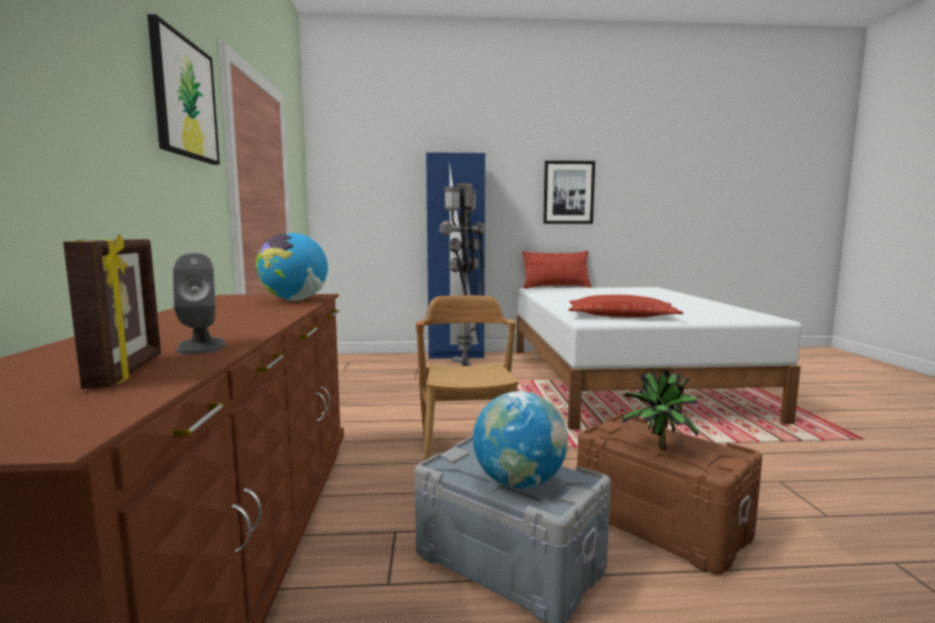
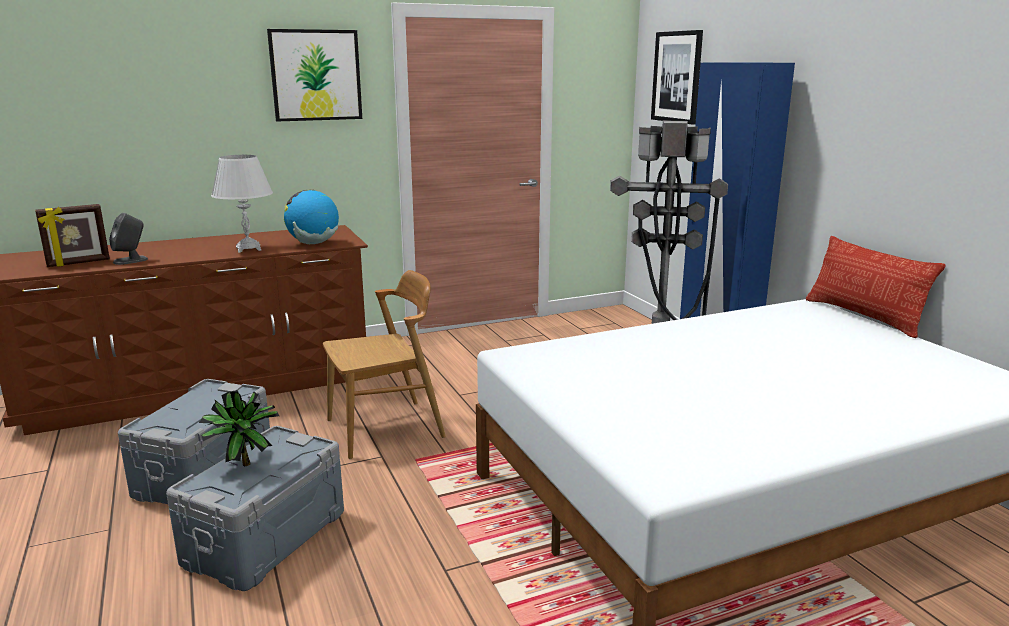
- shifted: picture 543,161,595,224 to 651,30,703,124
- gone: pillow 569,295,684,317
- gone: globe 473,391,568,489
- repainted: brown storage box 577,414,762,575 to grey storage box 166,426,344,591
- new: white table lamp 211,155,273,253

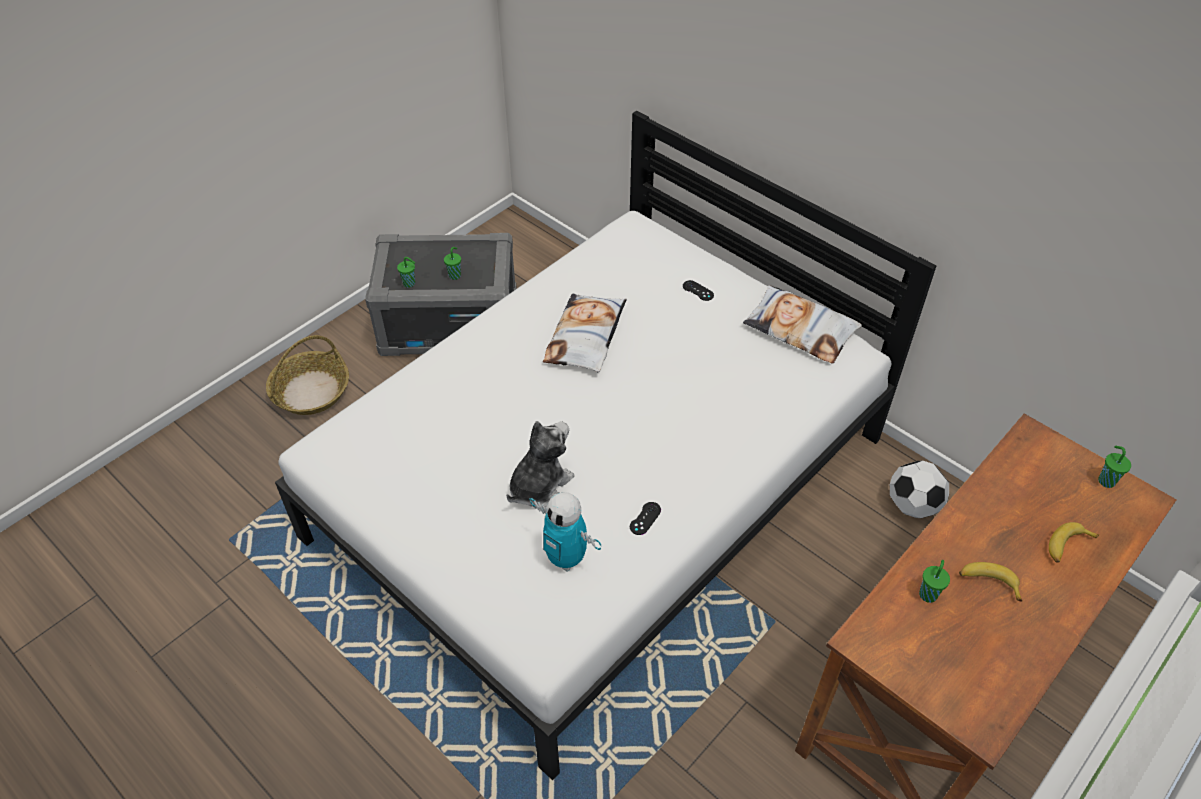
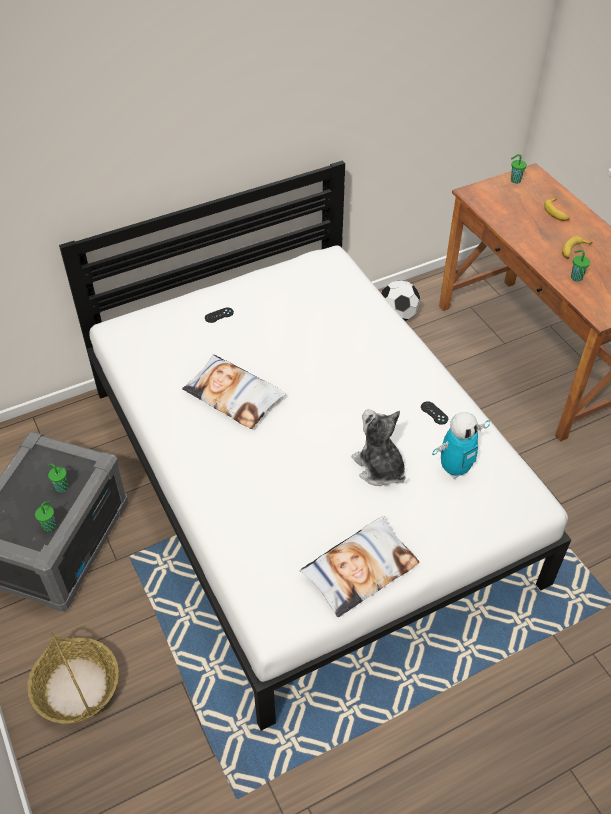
- shifted: pillow 743,285,862,364 to 300,516,420,617

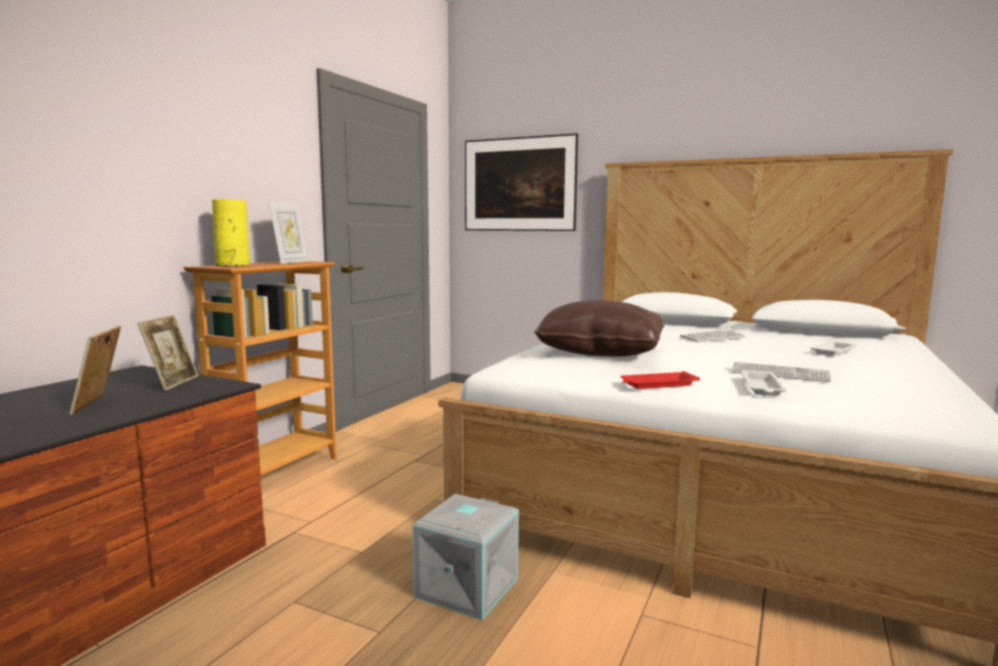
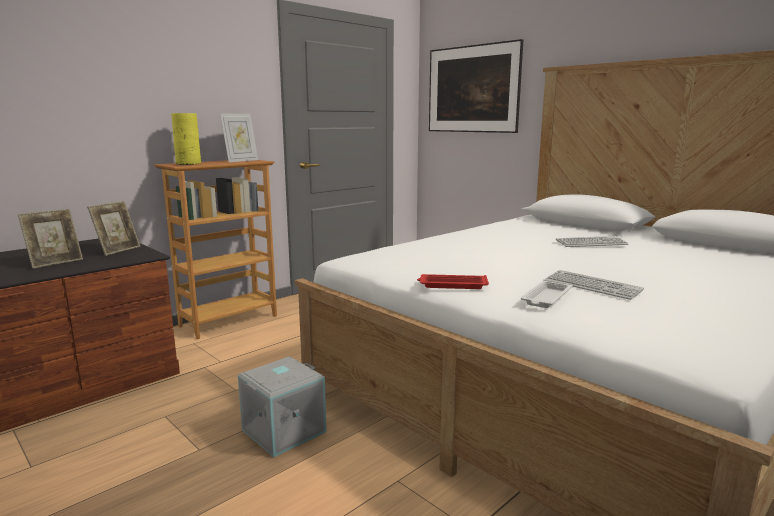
- gone: brown pillow 534,300,664,357
- rotated: picture frame 69,325,121,415 = 18,209,83,269 150 degrees counterclockwise
- gone: white tray 811,342,857,356

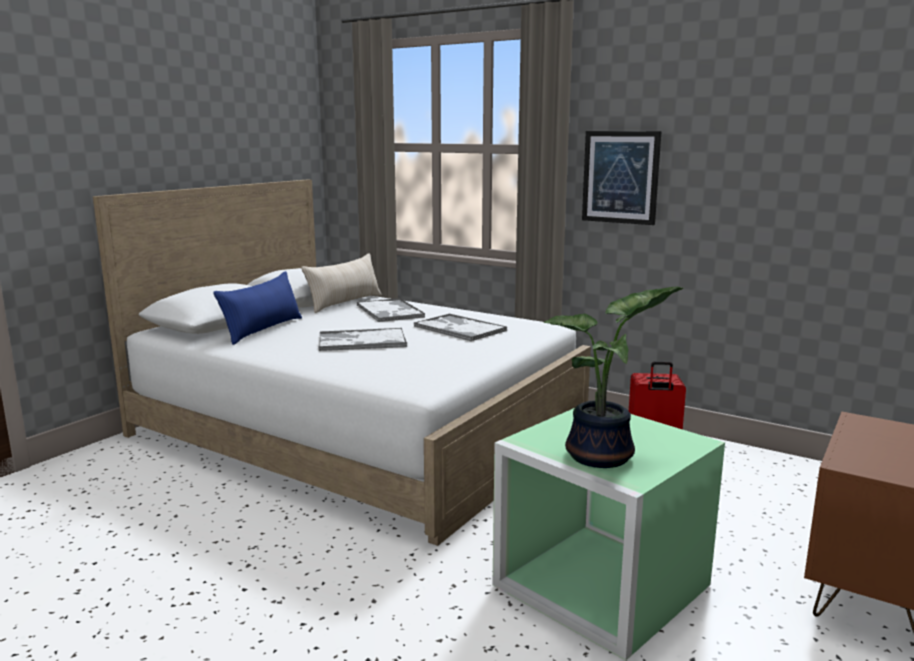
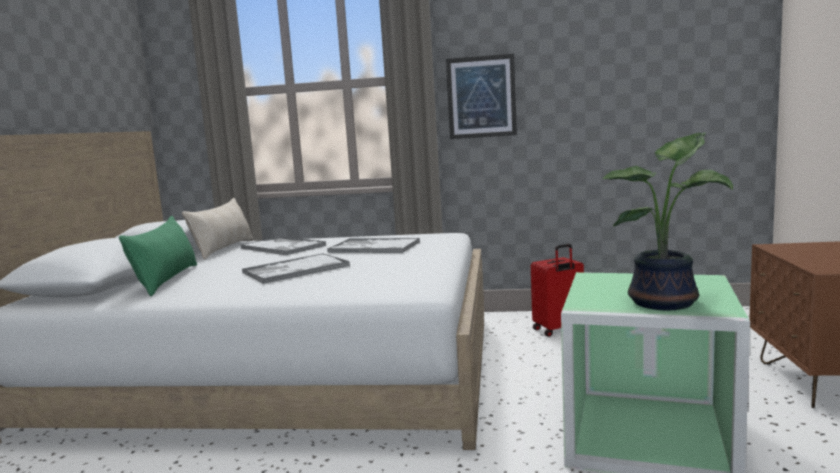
- repainted: blue pillow 213,271,302,345 to green pillow 119,216,197,296

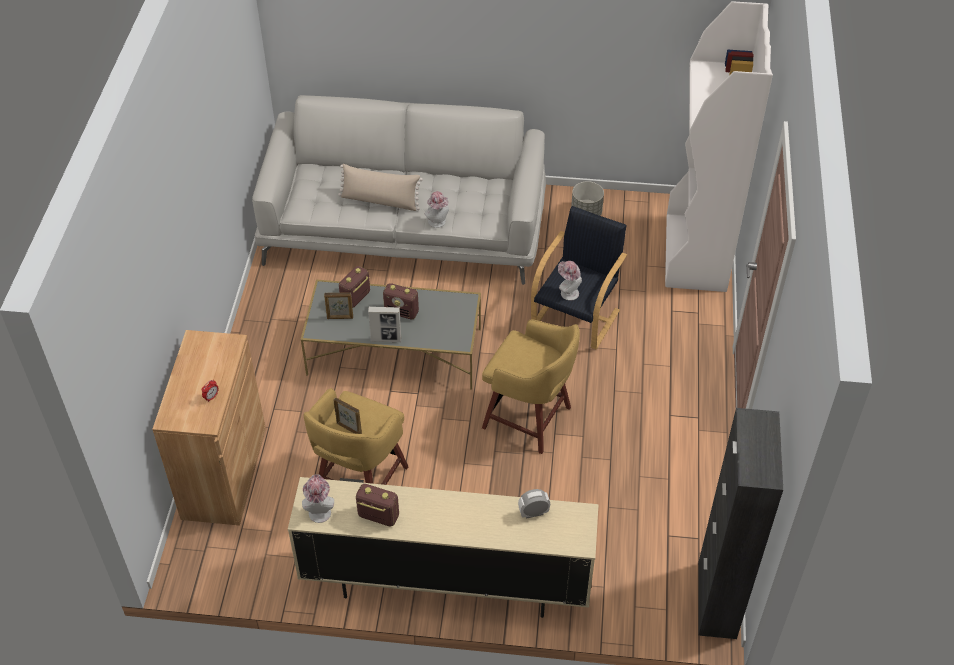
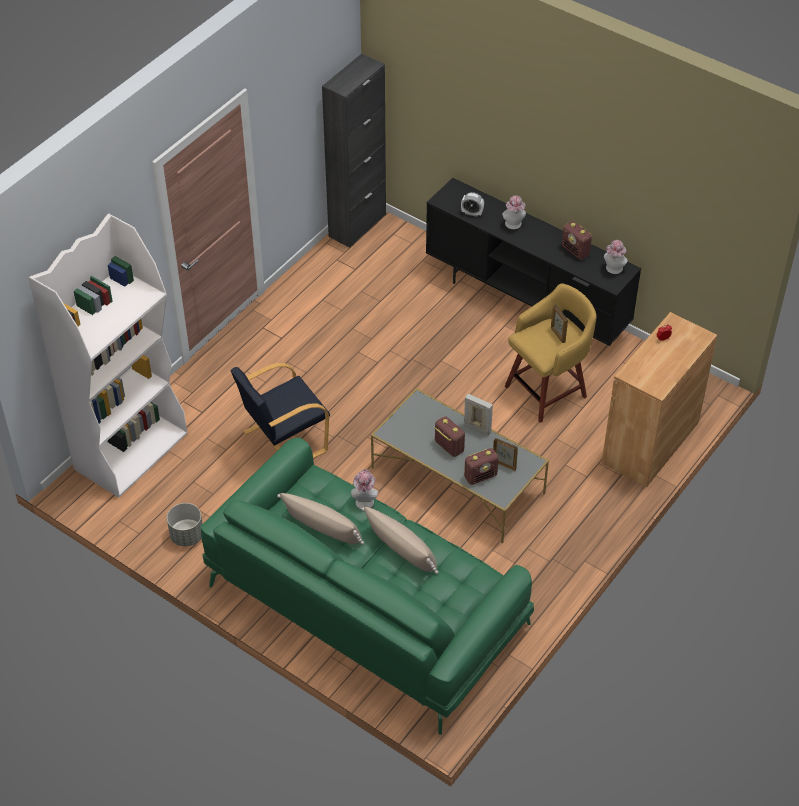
- repainted: white sofa 252,95,546,285 to green sofa 200,437,534,735
- shifted: hat 558,261,582,300 to 502,195,526,229
- gone: yellow stool 482,319,580,454
- repainted: beige tv stand 288,477,599,618 to black tv stand 426,178,641,346
- new: beige pillow 277,493,364,545

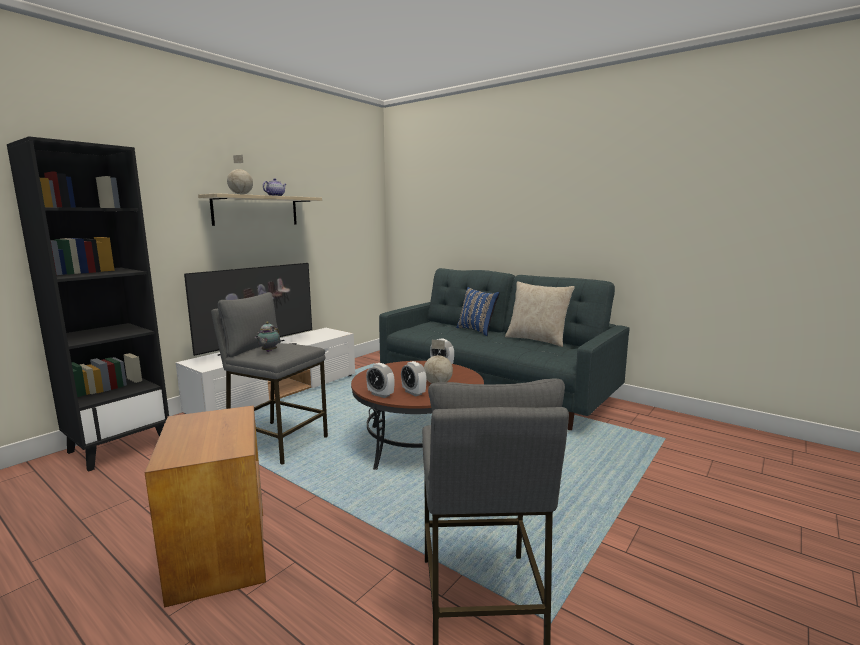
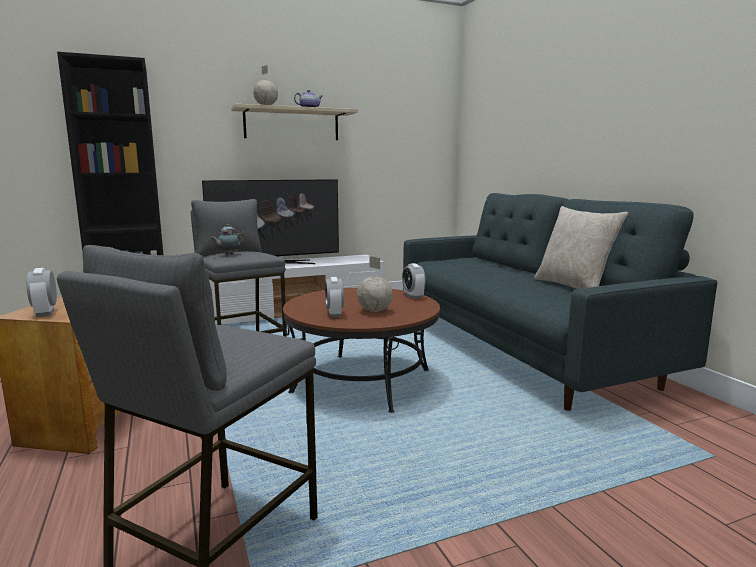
- gone: blue pillow 456,287,499,336
- shifted: alarm clock 366,363,395,398 to 26,268,57,317

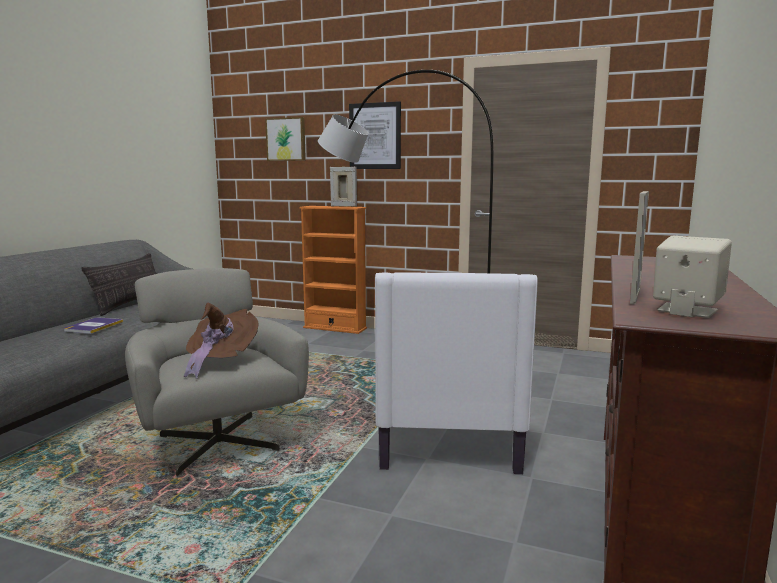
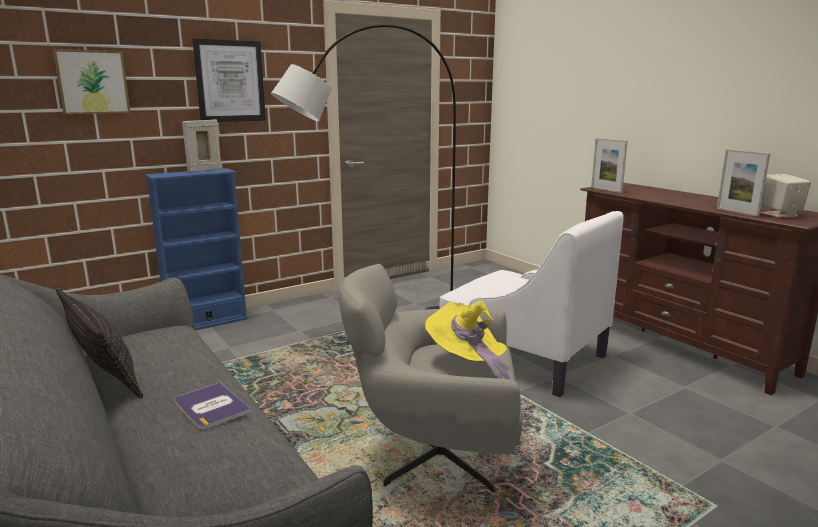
- repainted: orange bookcase 299,206,367,334 to blue bookcase 145,168,249,331
- repainted: brown hat 184,303,259,379 to yellow hat 425,301,510,380
- new: picture frame 591,138,628,193

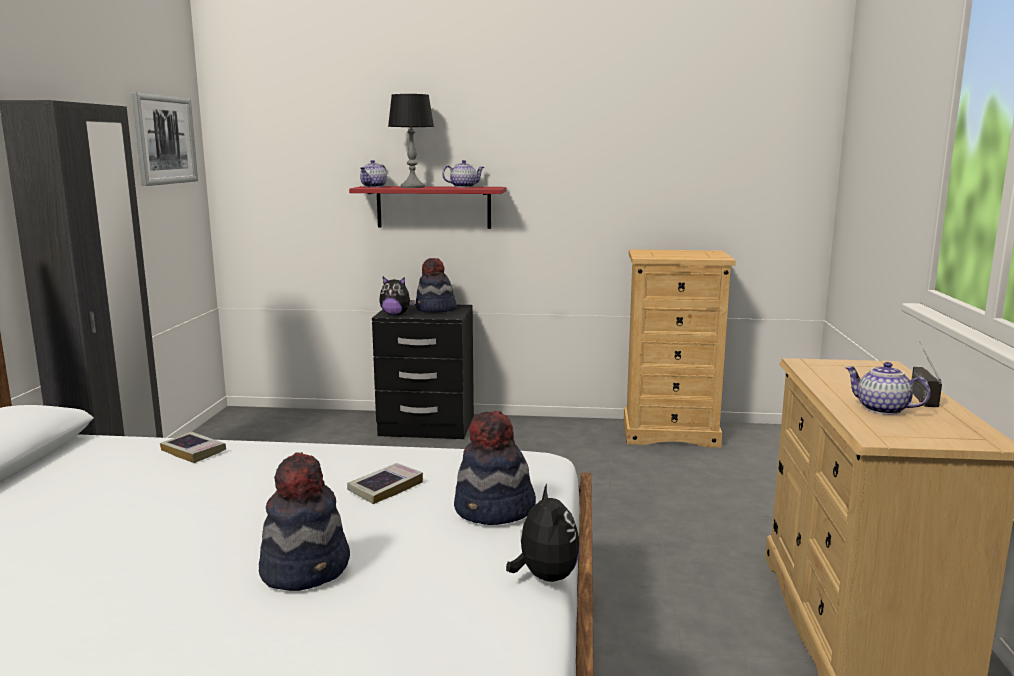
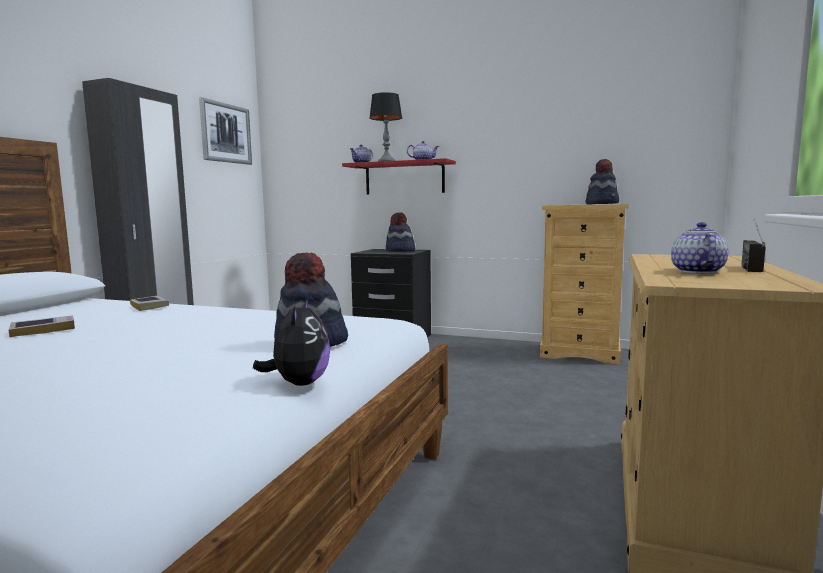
- gone: plush toy 379,277,415,315
- rotated: teapot 845,362,931,415 = 671,222,729,274 45 degrees clockwise
- shifted: hat 259,452,350,591 to 586,159,619,204
- shifted: book 347,463,423,504 to 9,315,75,337

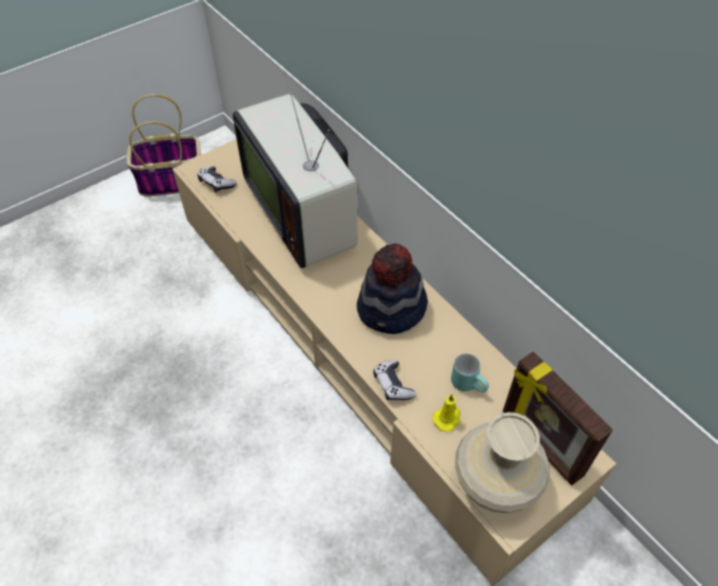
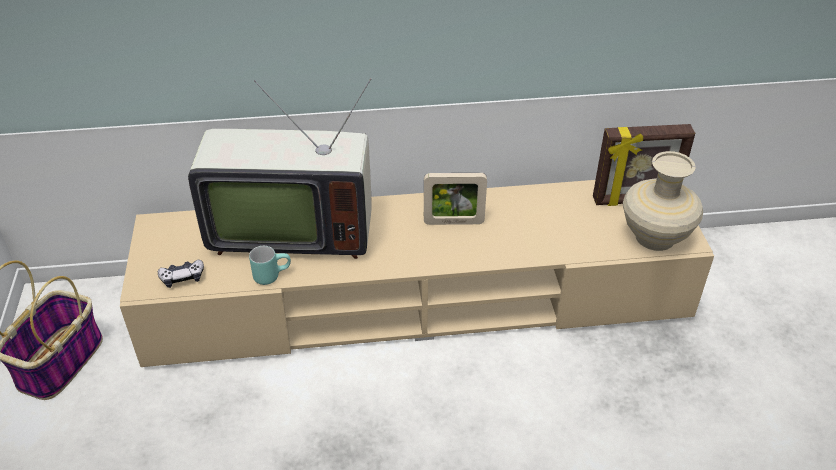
- swapped: hat 357,243,428,334 to picture frame 424,173,487,225
- shifted: turquoise mug 451,353,489,392 to 249,246,291,285
- gone: game controller 373,360,416,400
- gone: yellow candle 433,394,461,432

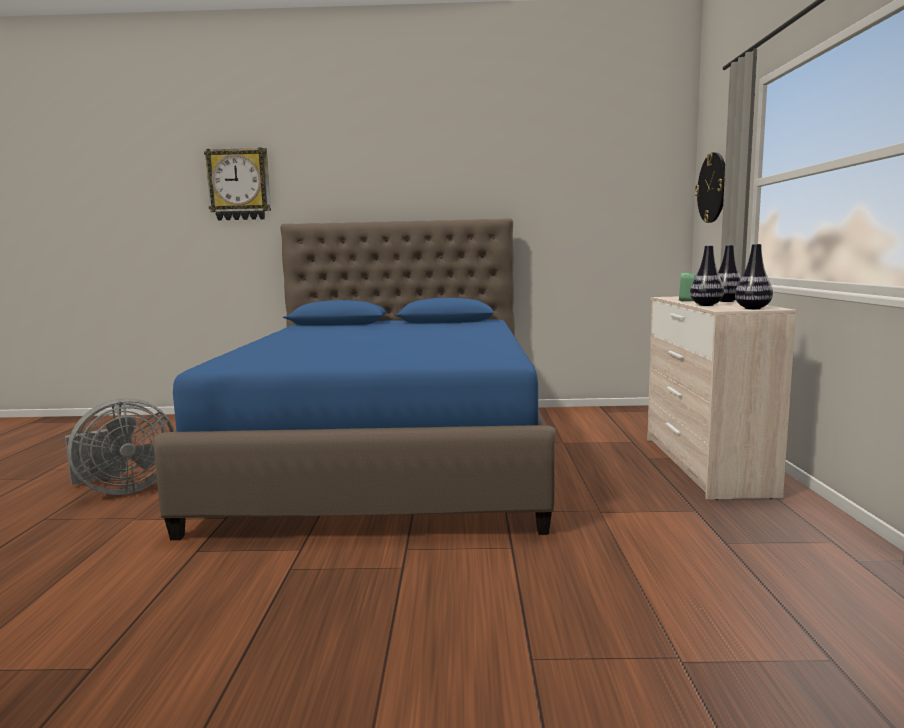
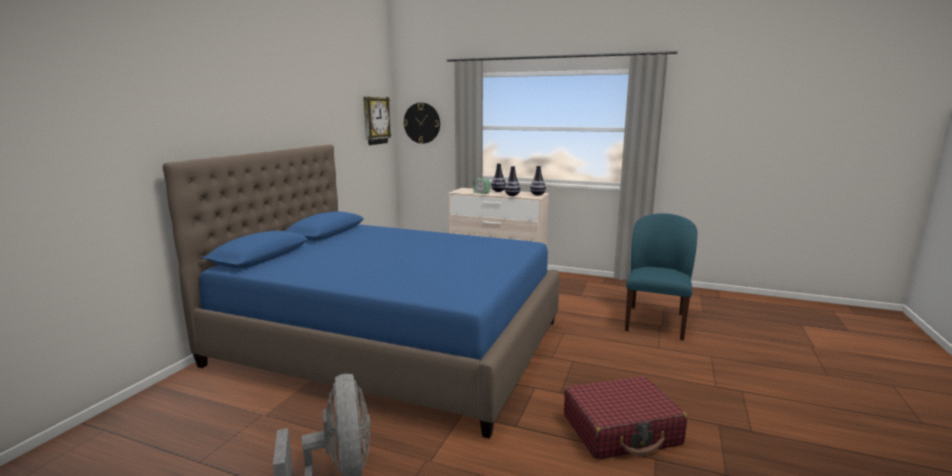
- shifted: wall clock 204,147,271,220 to 363,97,391,145
- new: blue chair 625,213,697,340
- new: red suitcase 564,376,687,459

